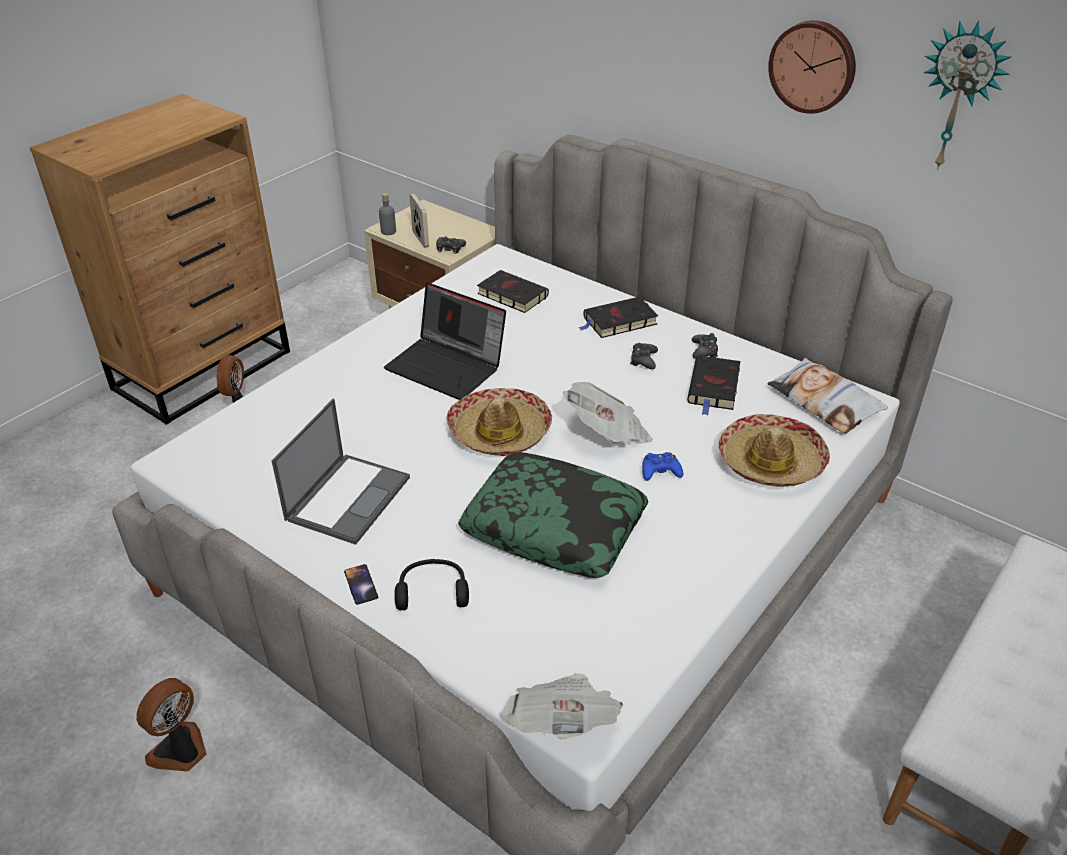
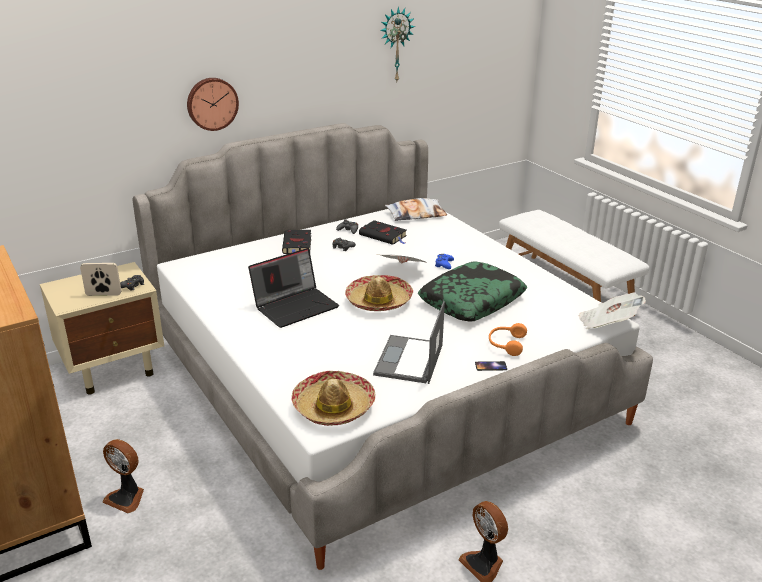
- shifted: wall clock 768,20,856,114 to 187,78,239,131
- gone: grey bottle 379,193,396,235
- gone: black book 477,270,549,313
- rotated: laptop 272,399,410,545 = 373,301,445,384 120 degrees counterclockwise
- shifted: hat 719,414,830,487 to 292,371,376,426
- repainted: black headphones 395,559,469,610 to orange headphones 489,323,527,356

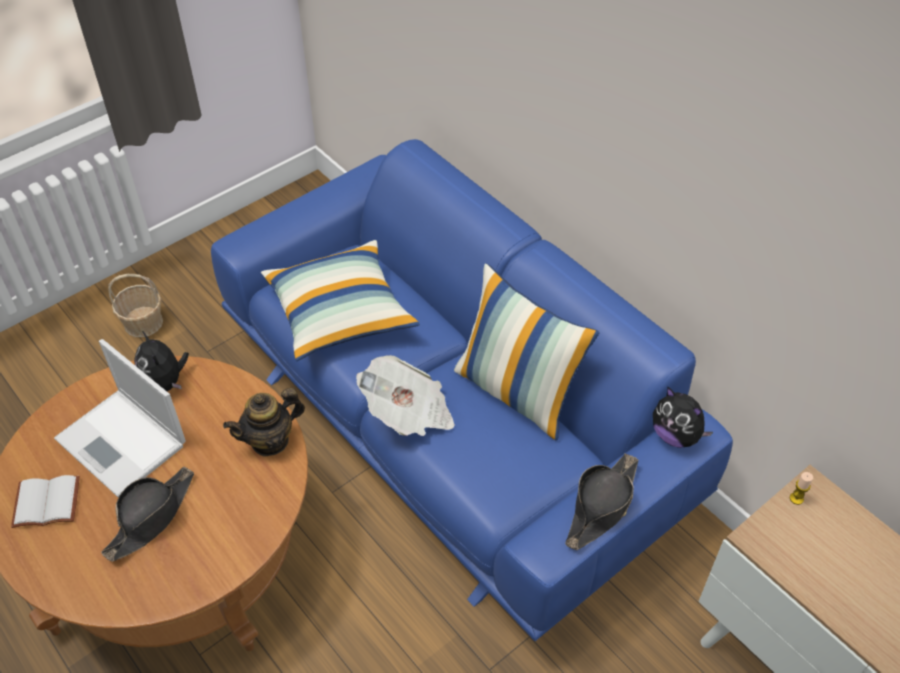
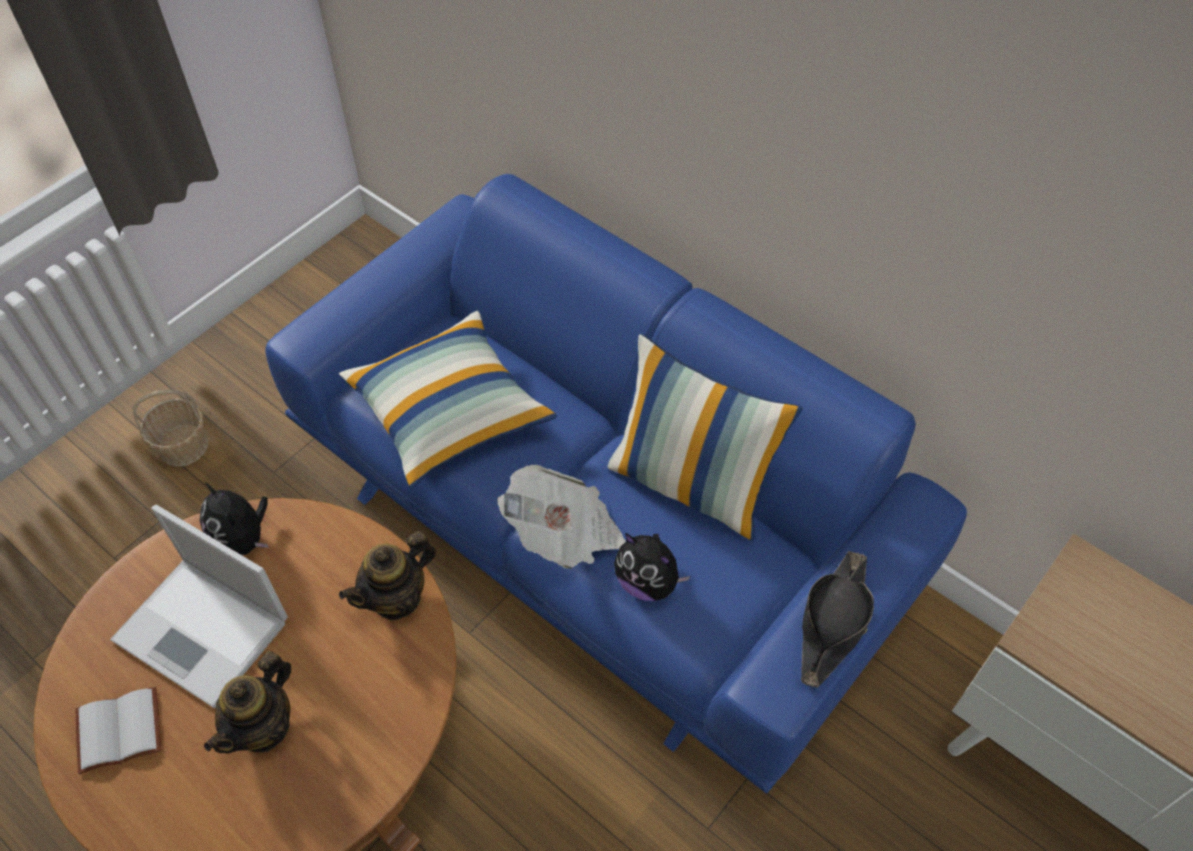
- shifted: plush toy 653,387,713,448 to 614,533,690,601
- swapped: black hat 101,467,194,562 to teapot 204,651,291,754
- gone: candle 790,472,813,505

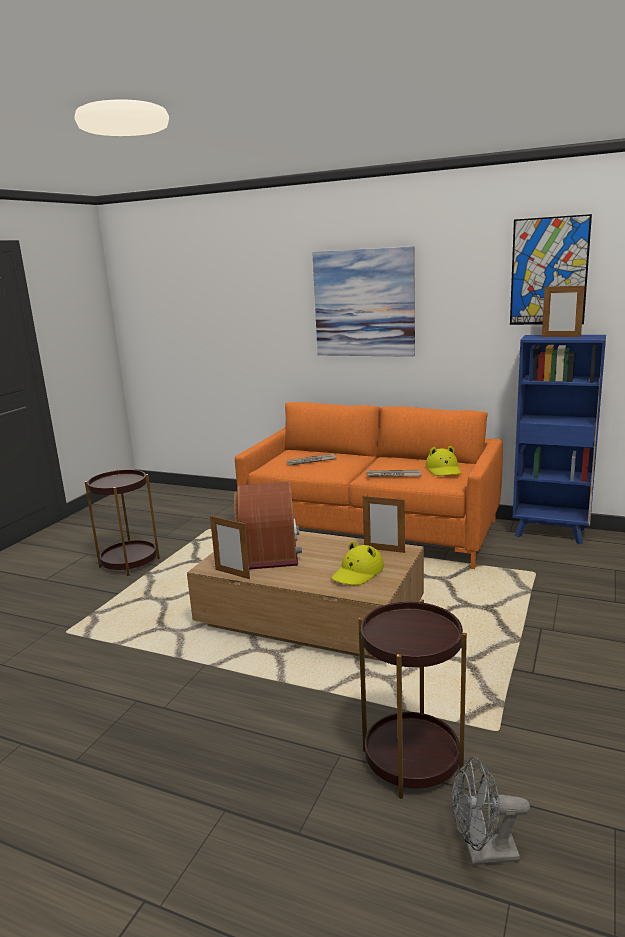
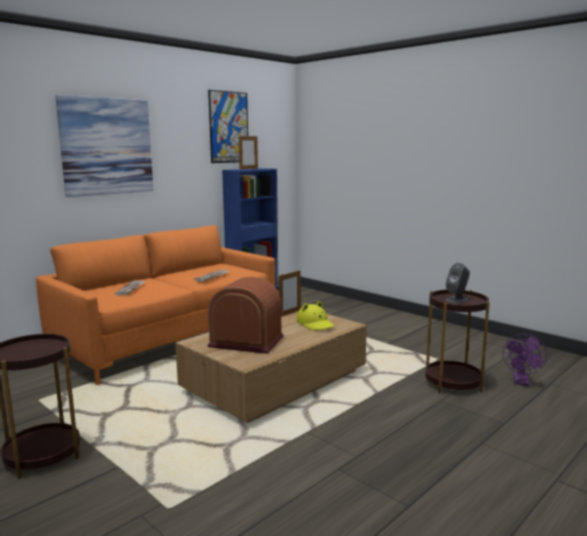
- gone: yellow hat 426,446,461,476
- gone: picture frame 210,516,250,579
- repainted: grey fan 452,757,530,865 to purple fan 503,334,547,386
- new: grey speaker 445,263,470,304

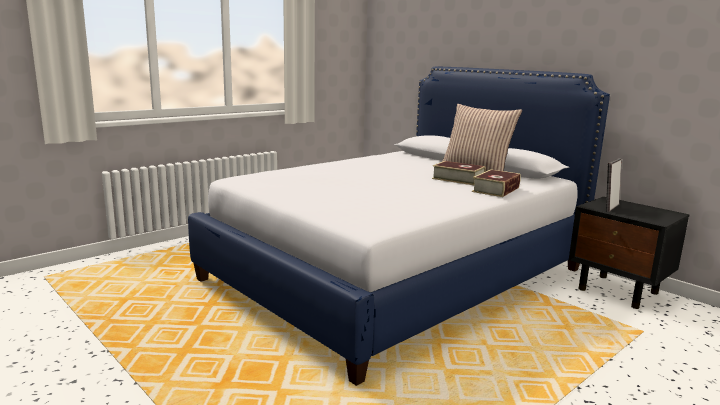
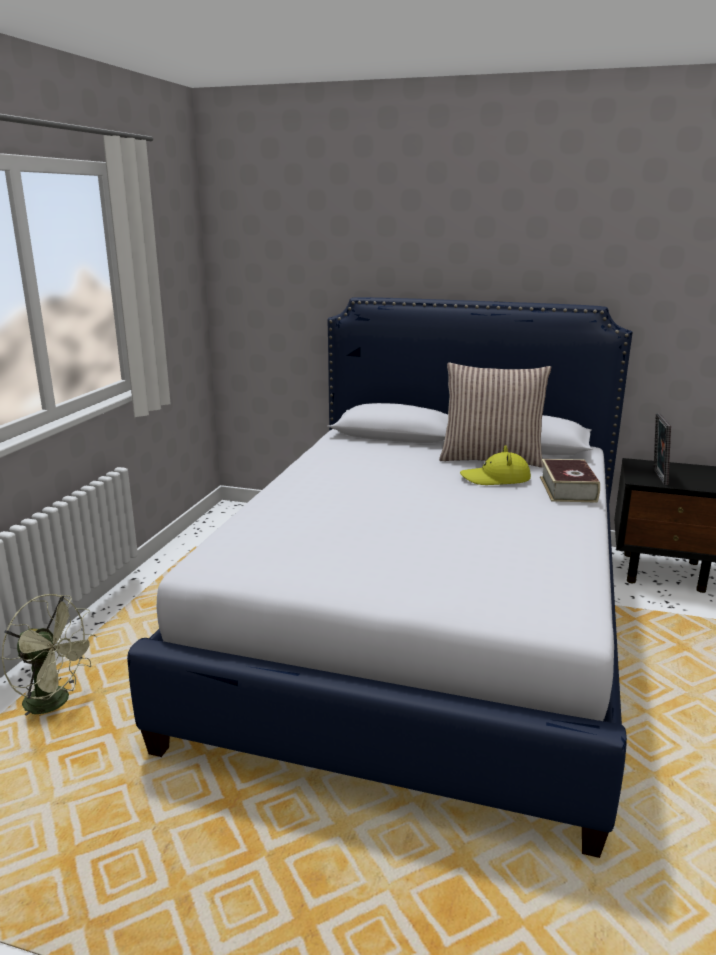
- swapped: book 432,161,485,185 to yellow hat 460,445,531,485
- new: green fan 1,594,97,715

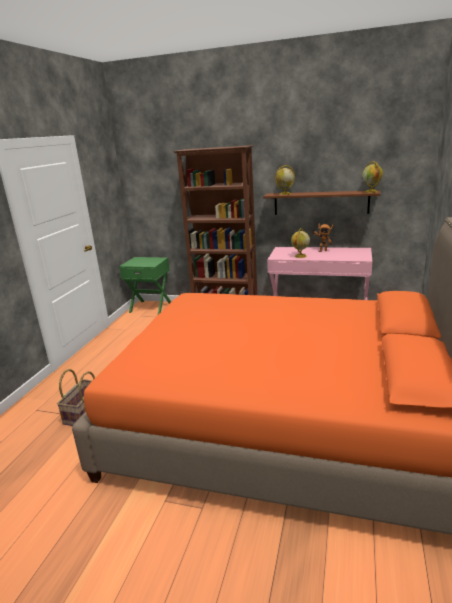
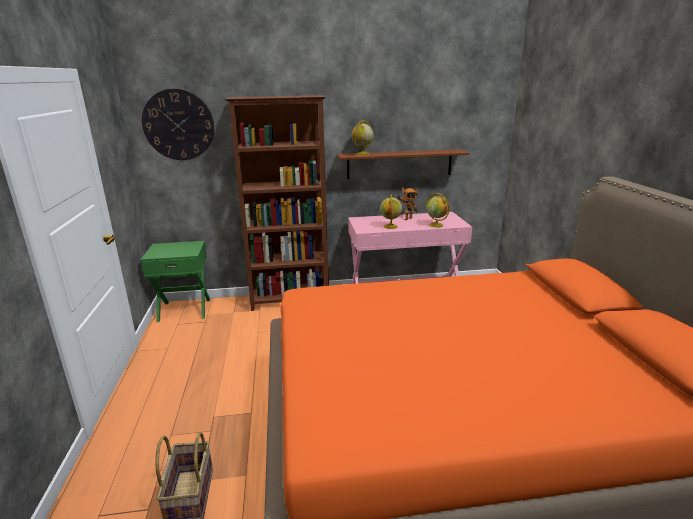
- shifted: globe 363,161,383,193 to 426,193,450,228
- new: wall clock 142,89,214,160

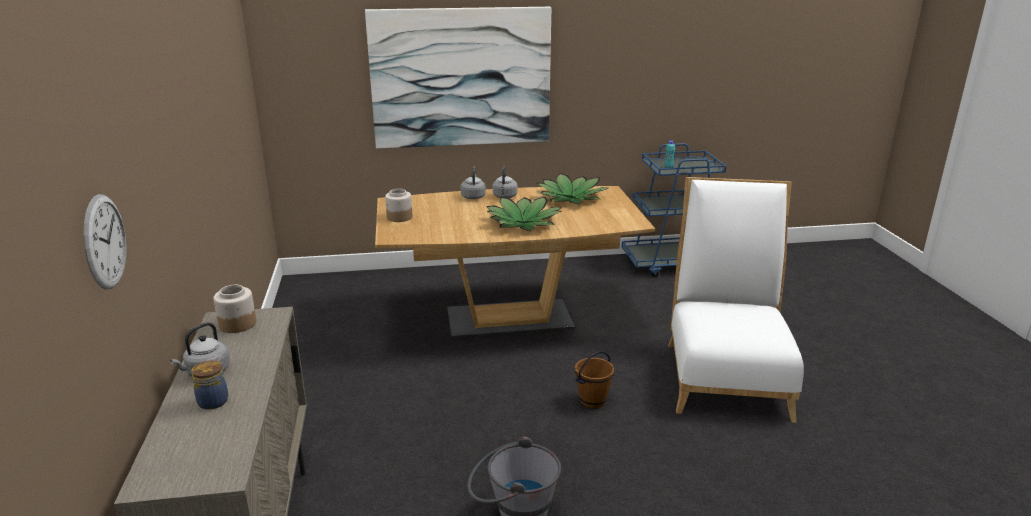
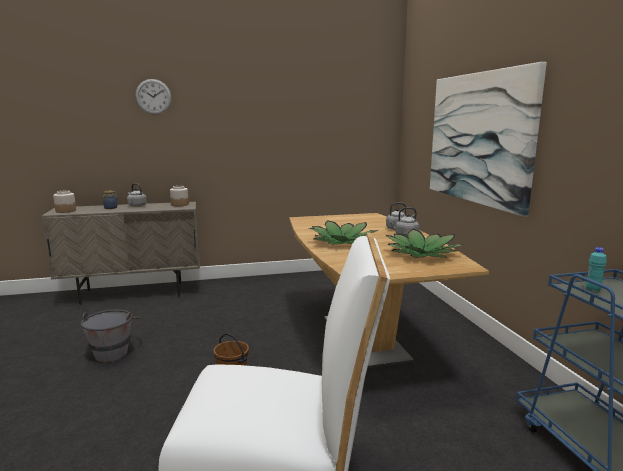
- shifted: jar 385,189,413,222 to 53,190,76,213
- shifted: wall clock 83,194,126,289 to 135,79,172,115

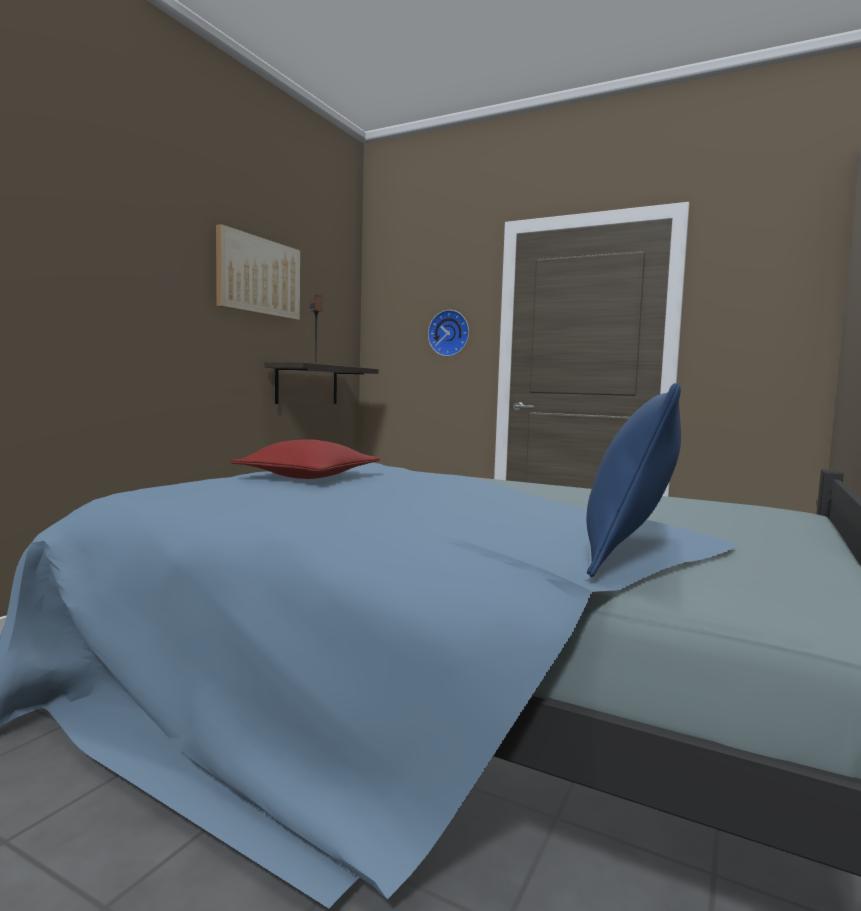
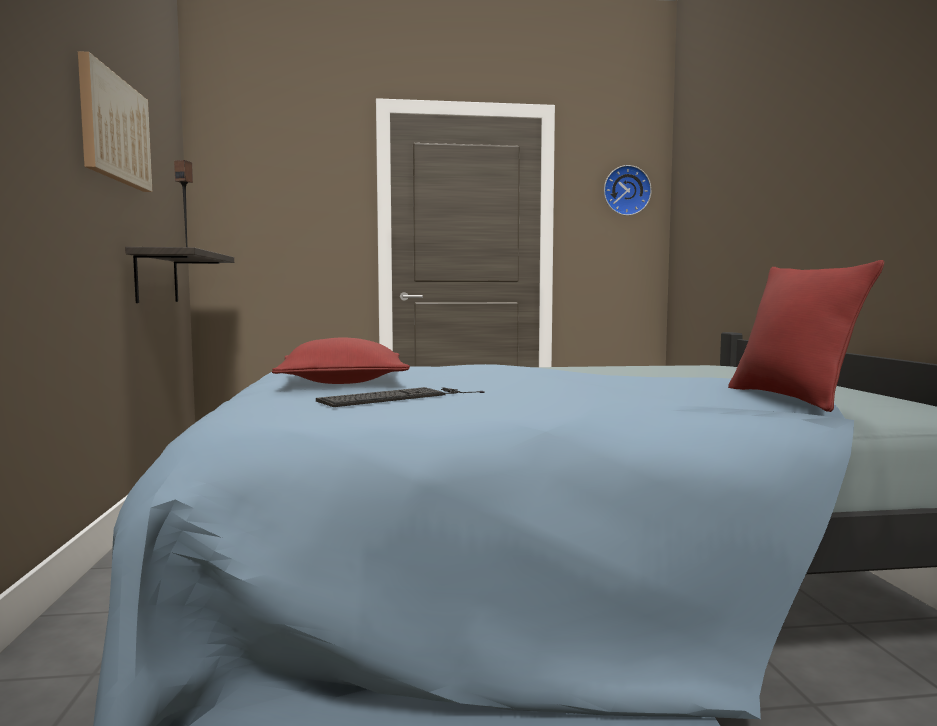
- shifted: wall clock 428,310,469,356 to 604,165,652,216
- repainted: blue pillow 587,383,681,577 to red pillow 728,260,884,412
- new: keyboard 316,387,485,407

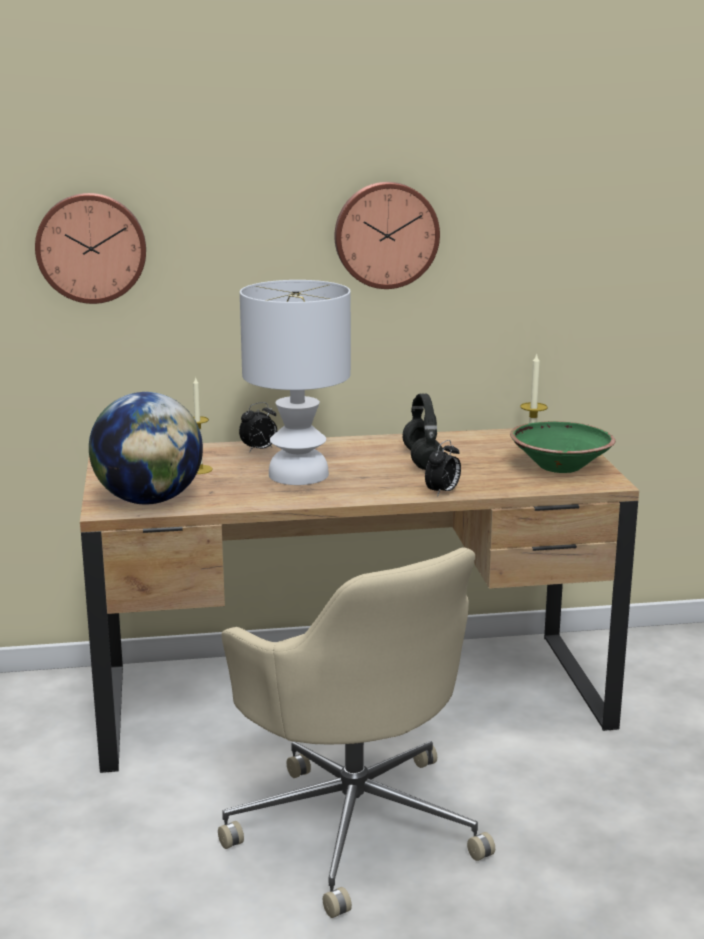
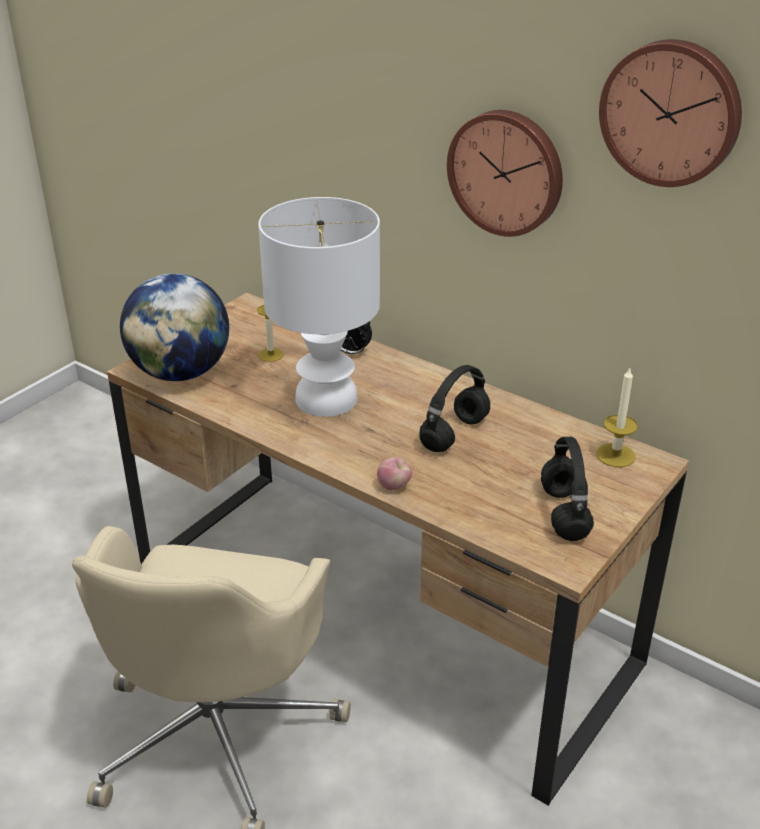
- shifted: wall clock 35,193,146,304 to 599,39,742,187
- swapped: green bowl 510,421,615,473 to black headphones 541,437,594,541
- swapped: alarm clock 425,440,461,497 to apple 377,457,412,490

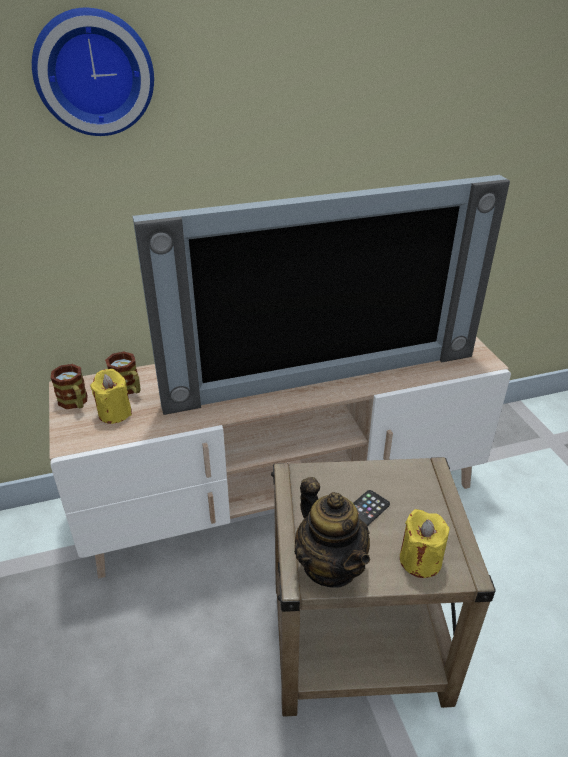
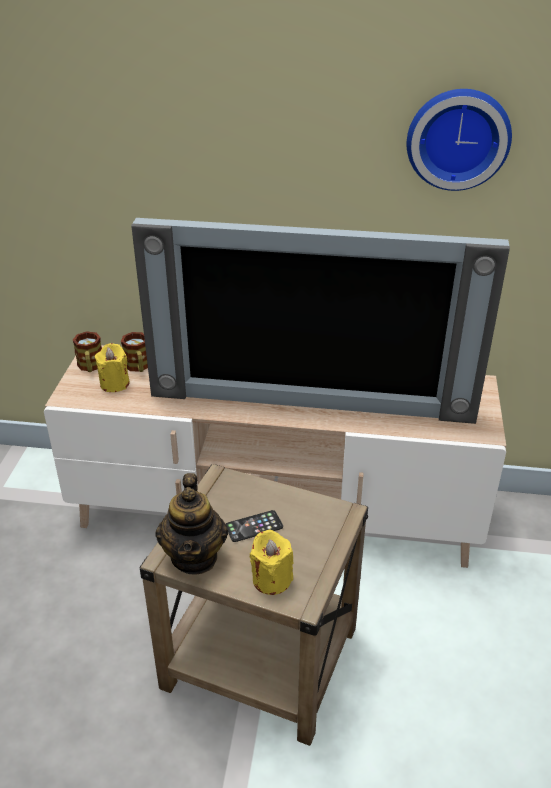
- shifted: wall clock 32,8,154,136 to 407,89,512,191

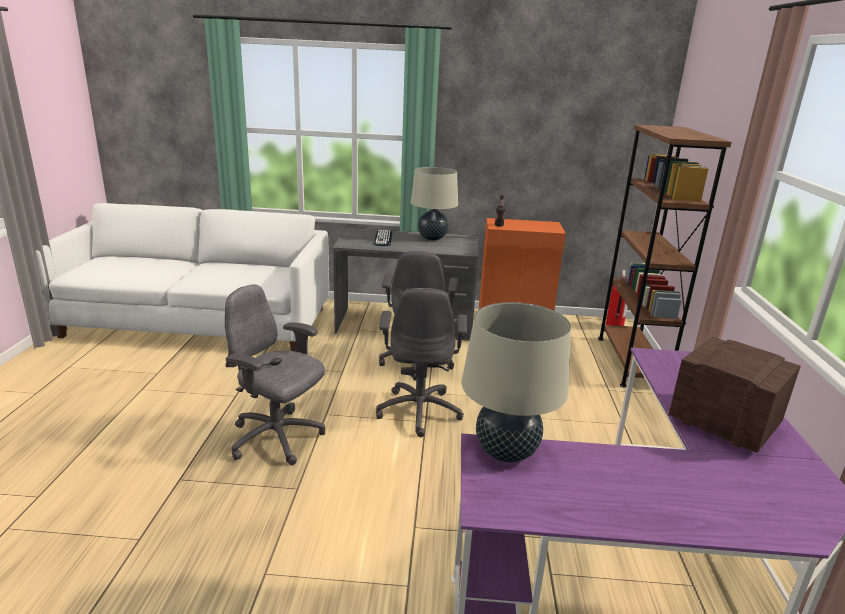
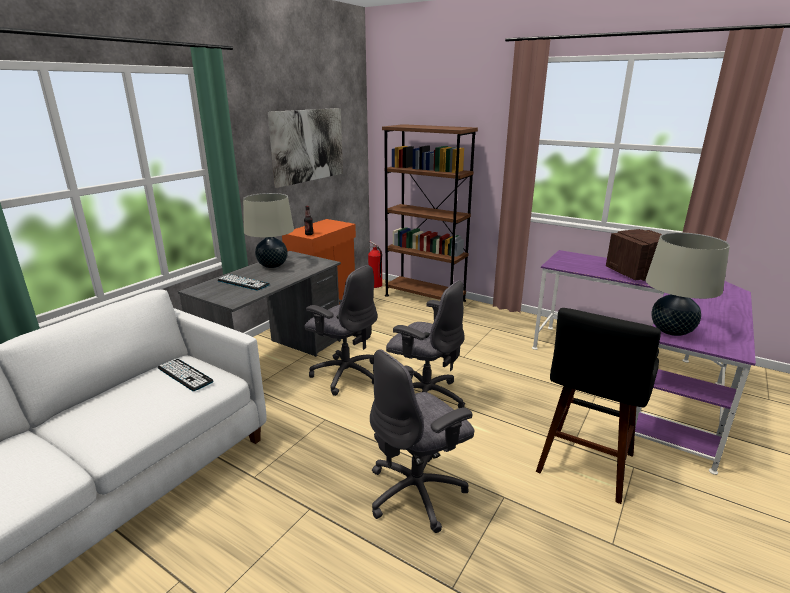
- new: picture 268,108,343,188
- new: black stool 536,308,661,504
- new: keyboard 158,359,214,391

